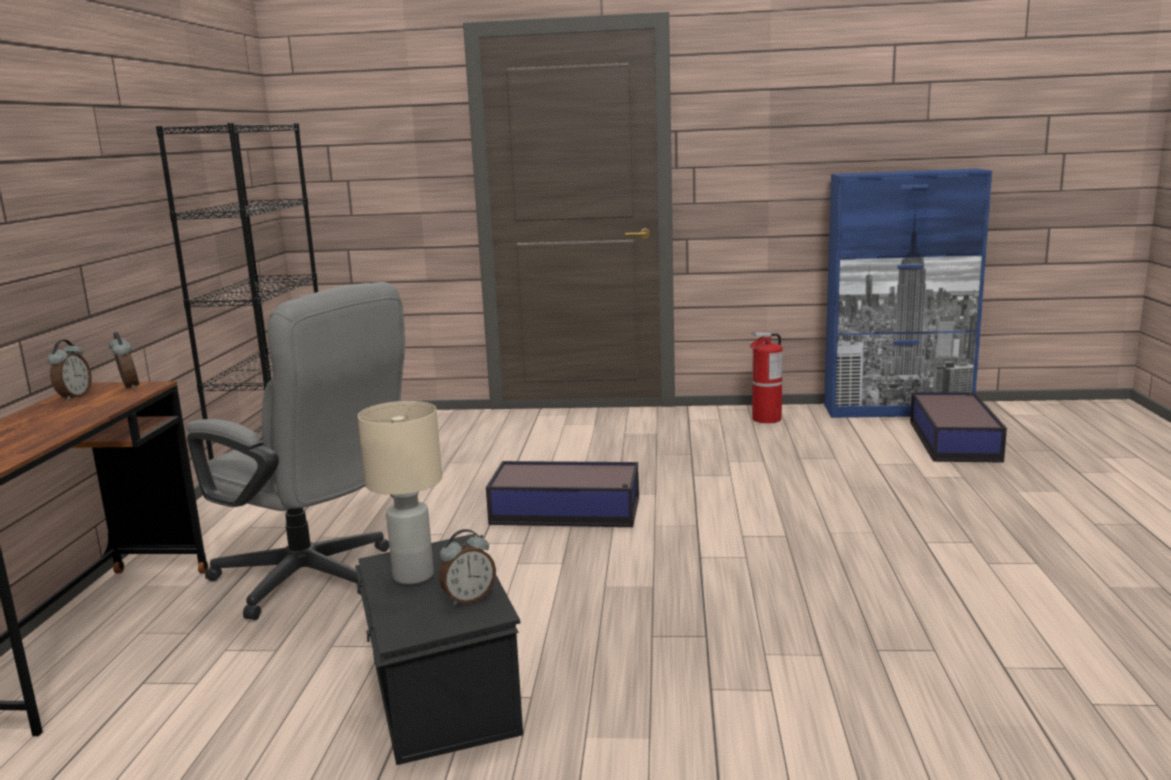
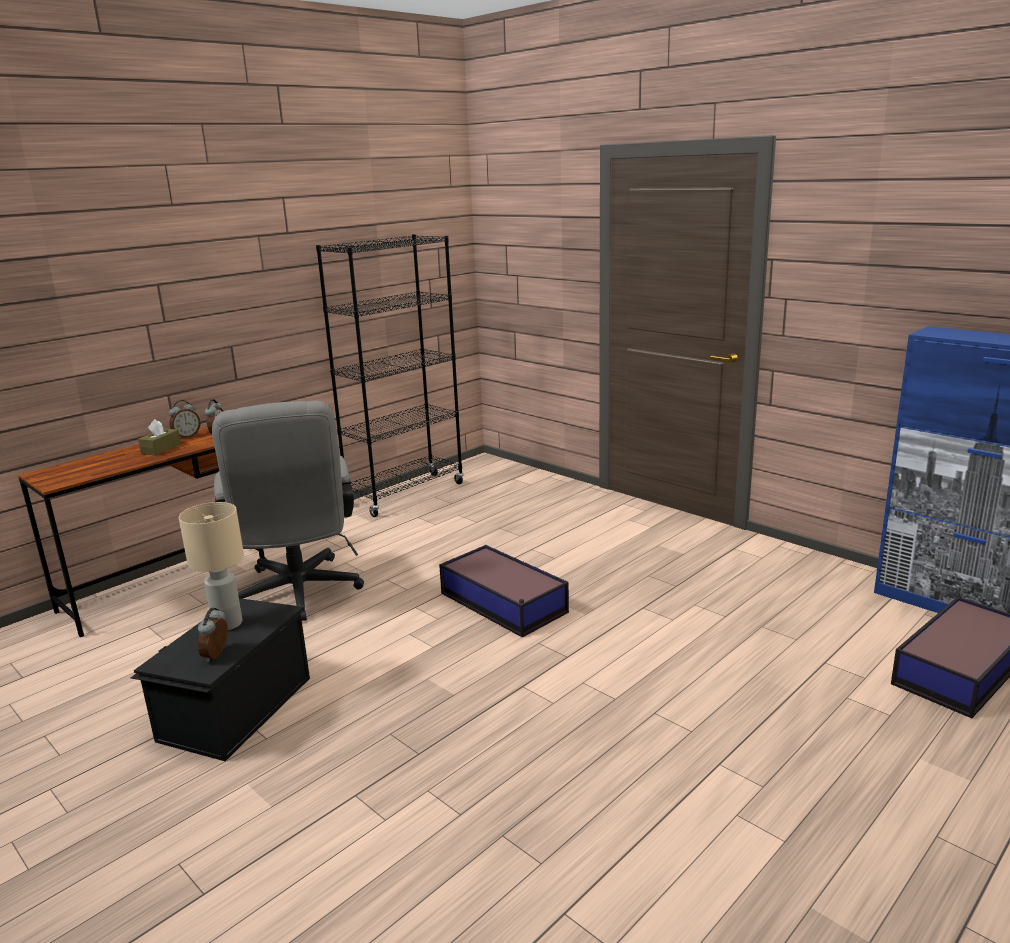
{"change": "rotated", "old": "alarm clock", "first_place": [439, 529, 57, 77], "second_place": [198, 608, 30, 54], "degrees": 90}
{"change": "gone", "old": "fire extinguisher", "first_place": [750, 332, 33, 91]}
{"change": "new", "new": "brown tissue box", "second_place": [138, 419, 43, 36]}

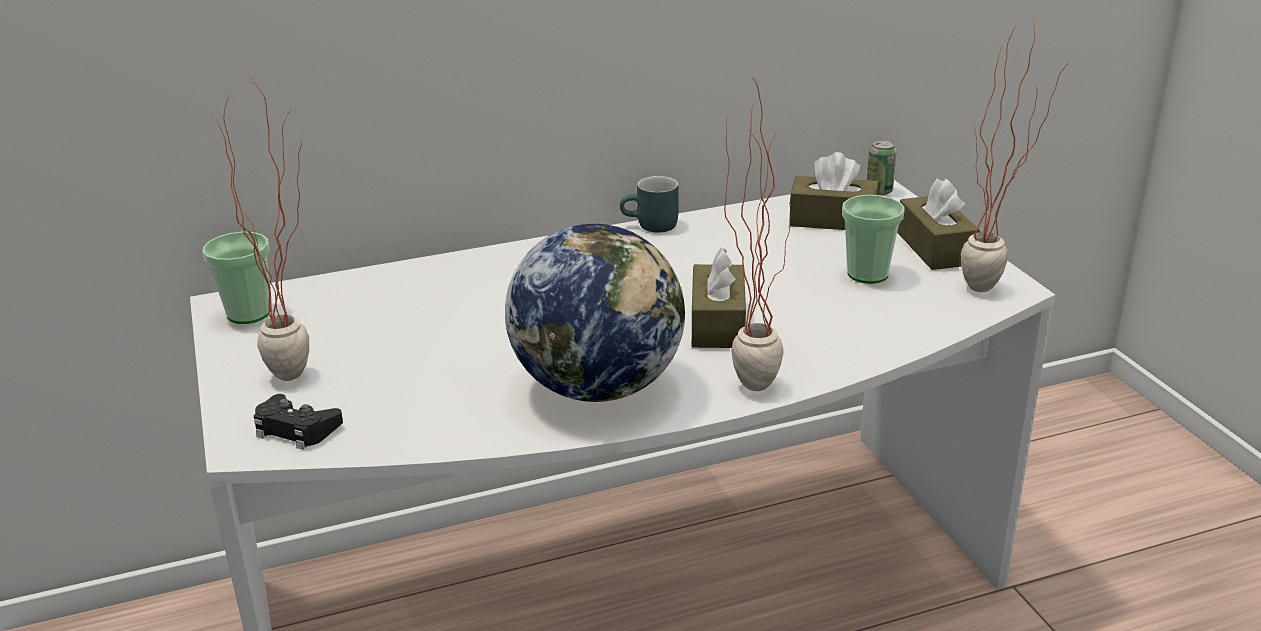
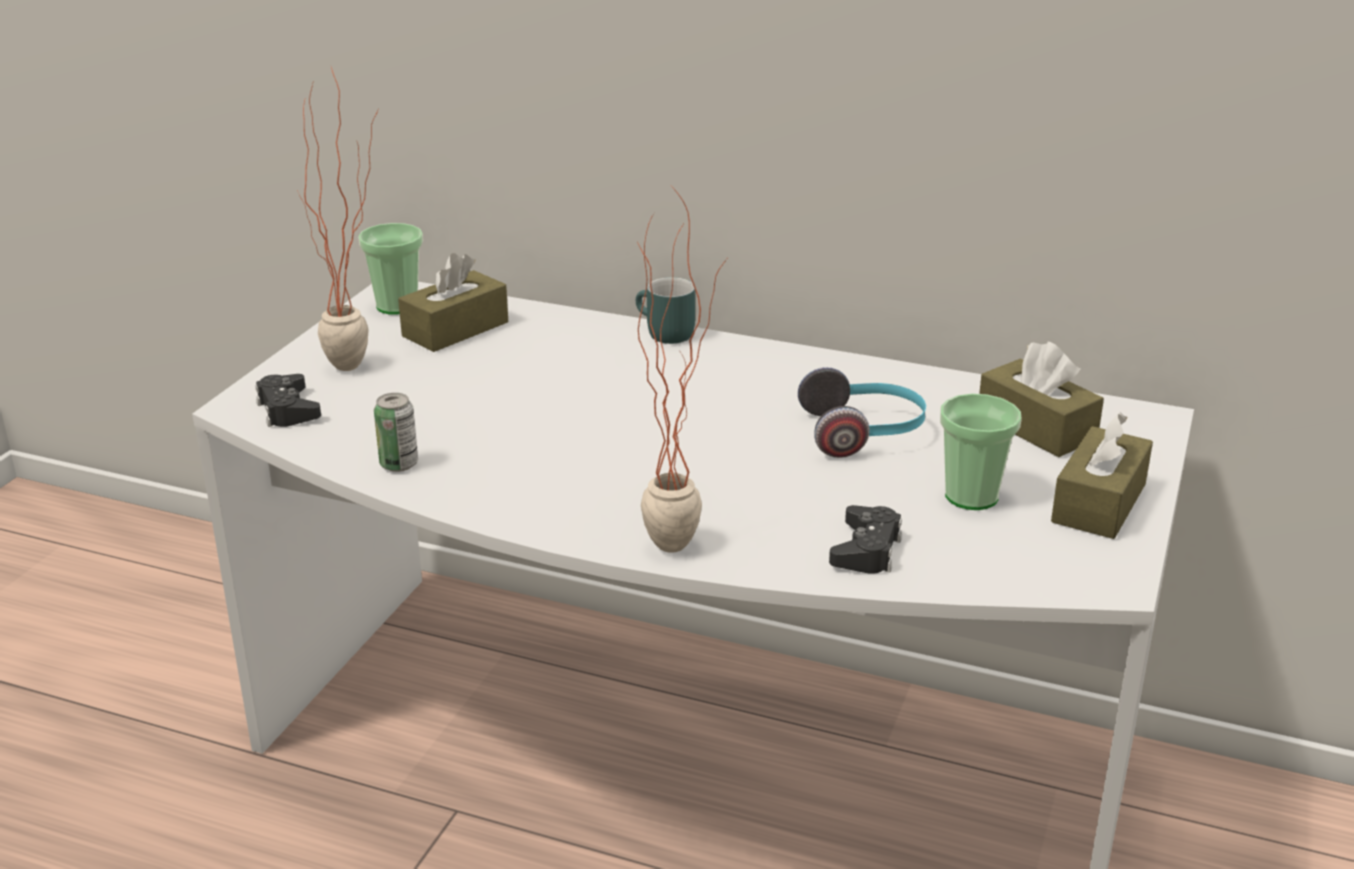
{"change": "gone", "old": "globe", "first_place": [505, 224, 180, 178]}
{"change": "shifted", "old": "turquoise mug", "first_place": [620, 176, 59, 57], "second_place": [636, 277, 59, 67]}
{"change": "shifted", "old": "brown tissue box", "first_place": [692, 248, 54, 100], "second_place": [398, 253, 110, 99]}
{"change": "shifted", "old": "can", "first_place": [867, 140, 30, 56], "second_place": [374, 393, 44, 79]}
{"change": "gone", "old": "potted plant", "first_place": [961, 18, 108, 274]}
{"change": "new", "new": "headphones", "second_place": [798, 367, 128, 91]}
{"change": "new", "new": "black game controller", "second_place": [829, 505, 73, 69]}

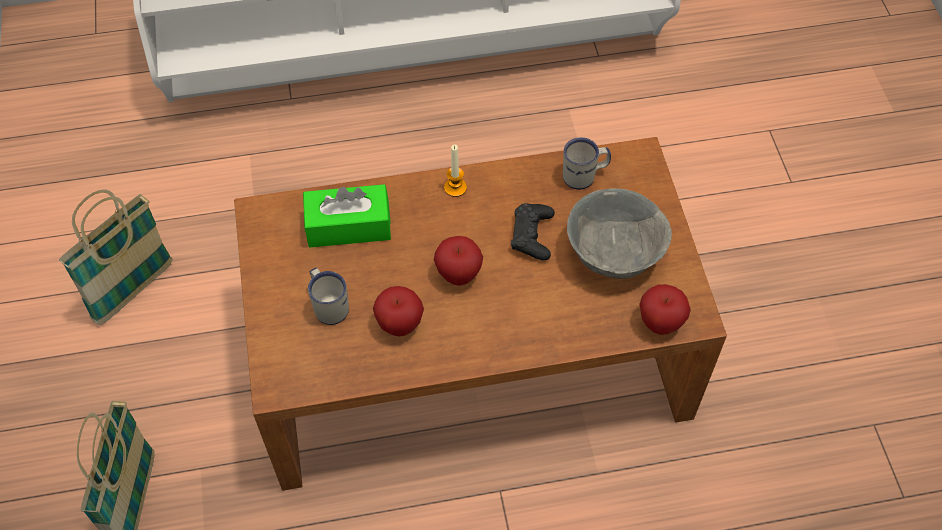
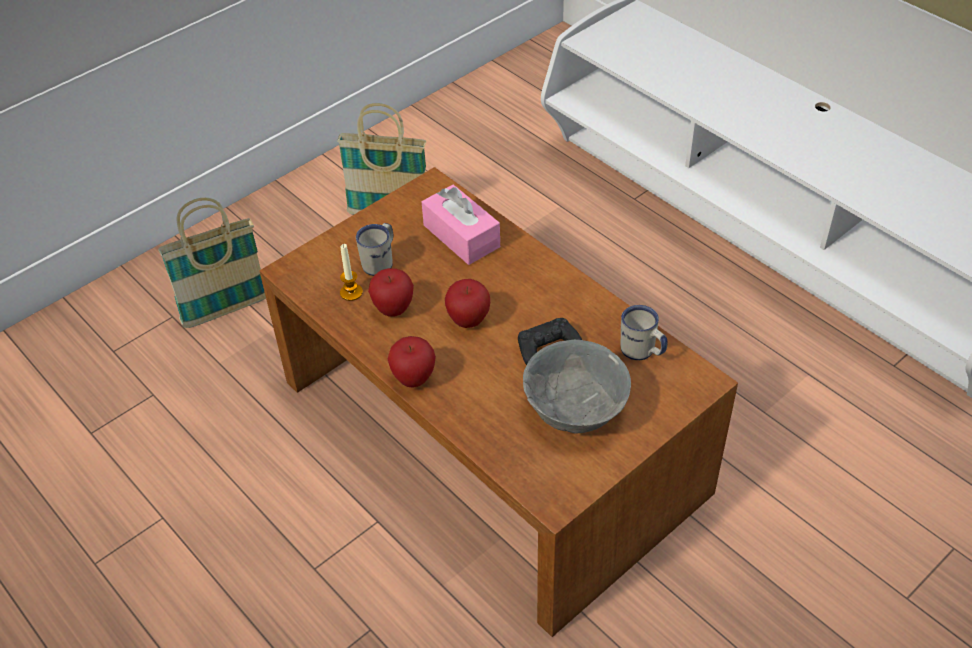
{"change": "repainted", "old": "green tissue box", "new": "pink tissue box", "first_place": [303, 184, 88, 63], "second_place": [422, 185, 78, 80]}
{"change": "shifted", "old": "candle", "first_place": [444, 144, 23, 53], "second_place": [340, 244, 23, 57]}
{"change": "shifted", "old": "apple", "first_place": [639, 284, 52, 51], "second_place": [388, 336, 48, 52]}

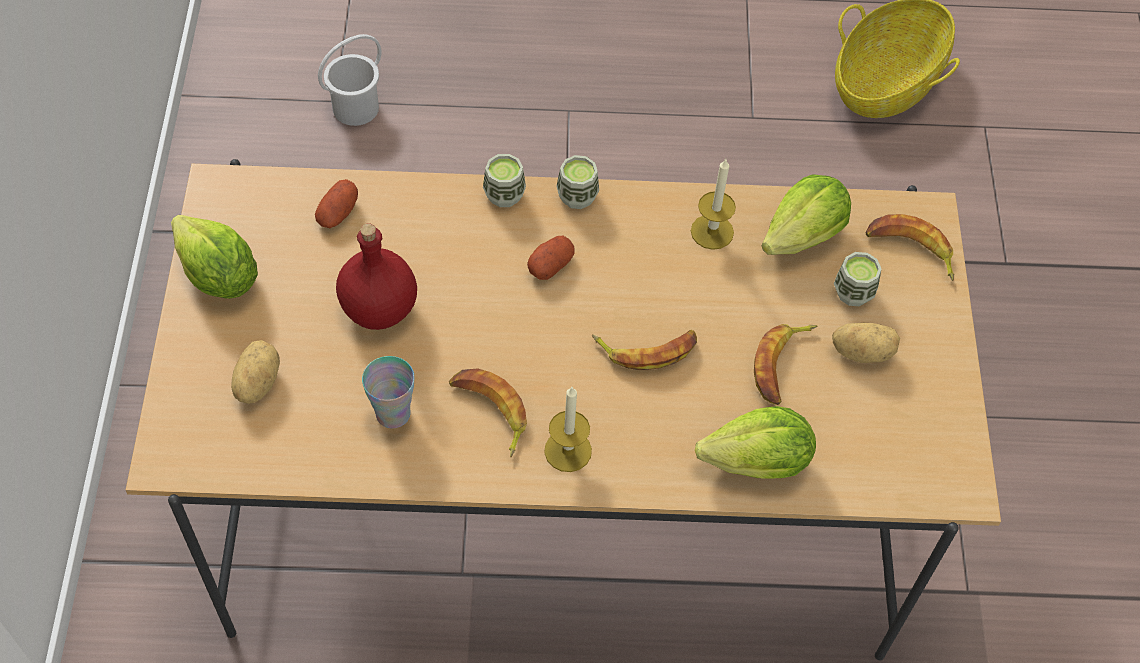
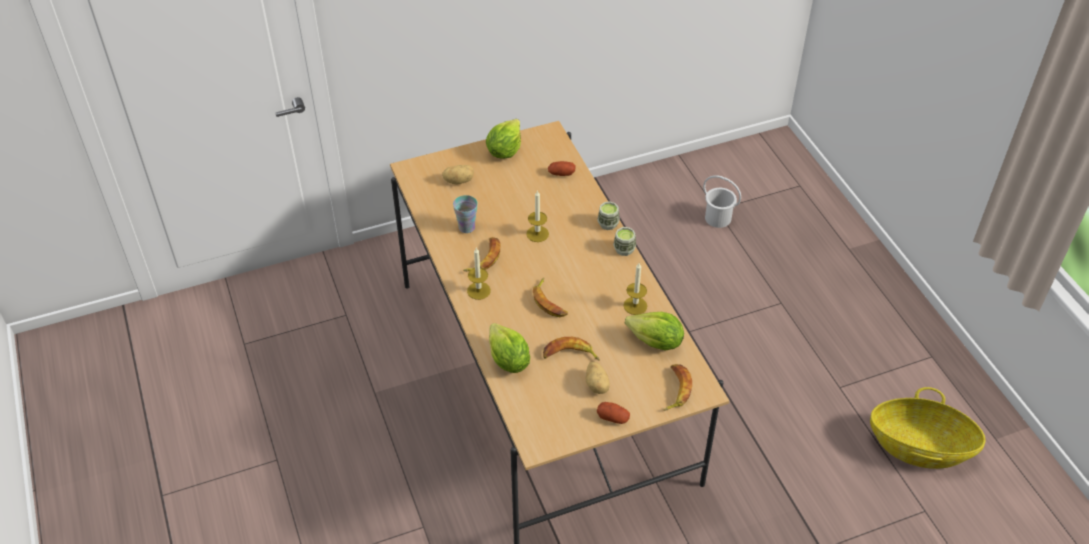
{"change": "gone", "old": "red bottle", "first_place": [336, 223, 81, 107]}
{"change": "shifted", "old": "potato", "first_place": [527, 236, 48, 44], "second_place": [597, 402, 33, 22]}
{"change": "gone", "old": "cup", "first_place": [834, 252, 47, 54]}
{"change": "new", "new": "candle", "second_place": [526, 190, 23, 52]}

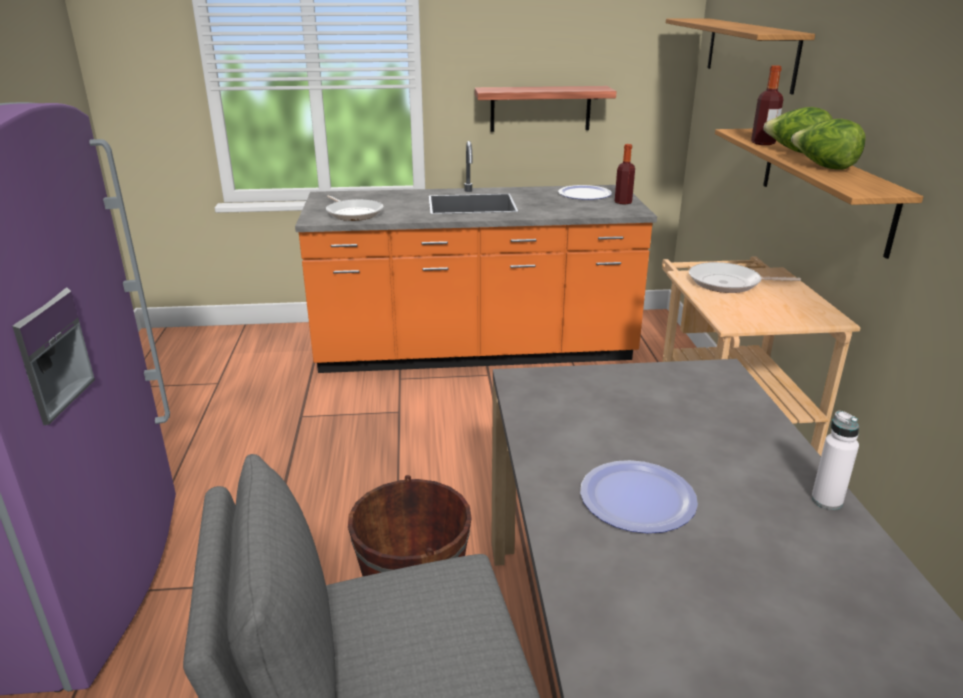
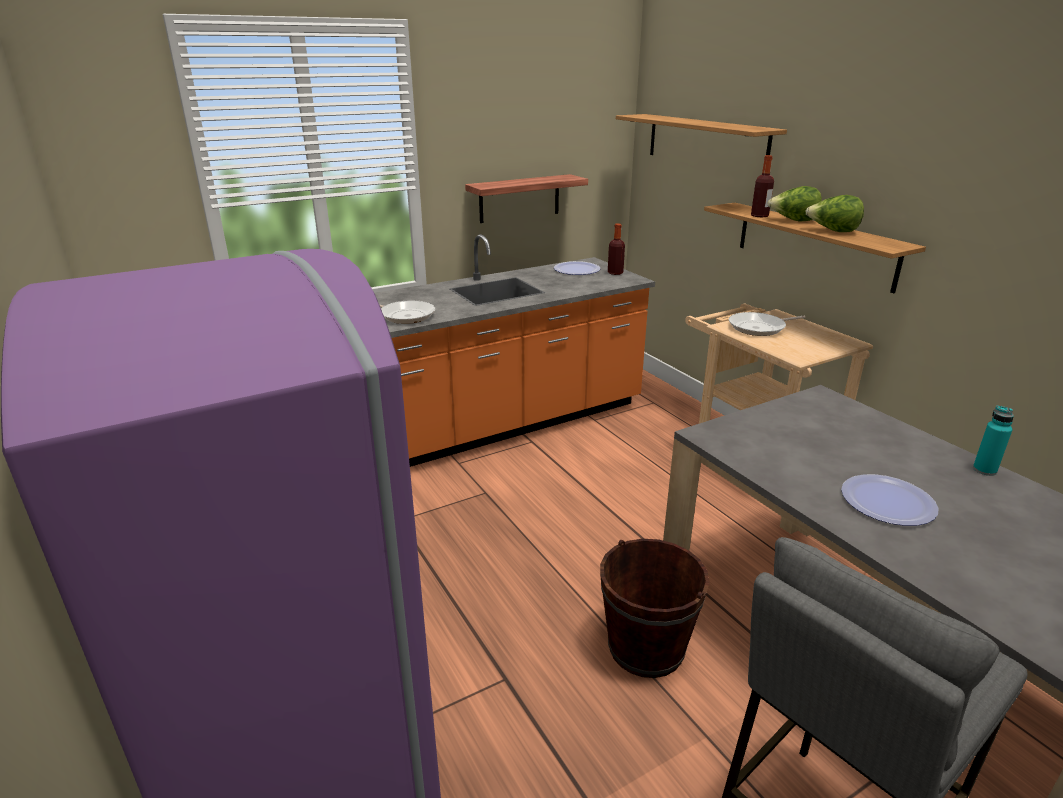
{"change": "repainted", "old": "white bottle", "new": "turquoise bottle", "first_place": [811, 411, 48, 99], "second_place": [973, 406, 41, 70]}

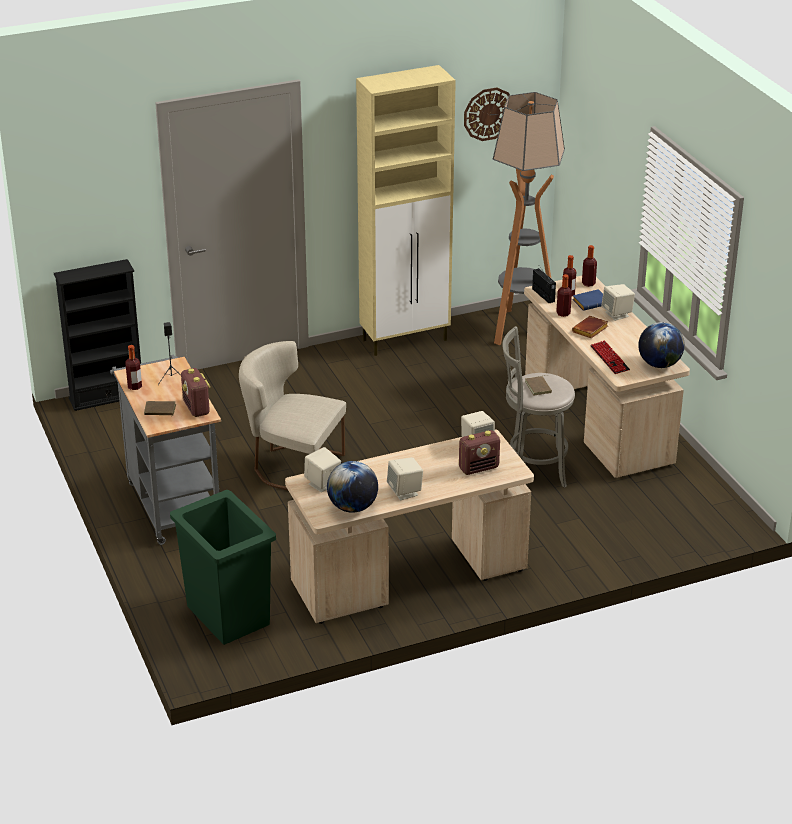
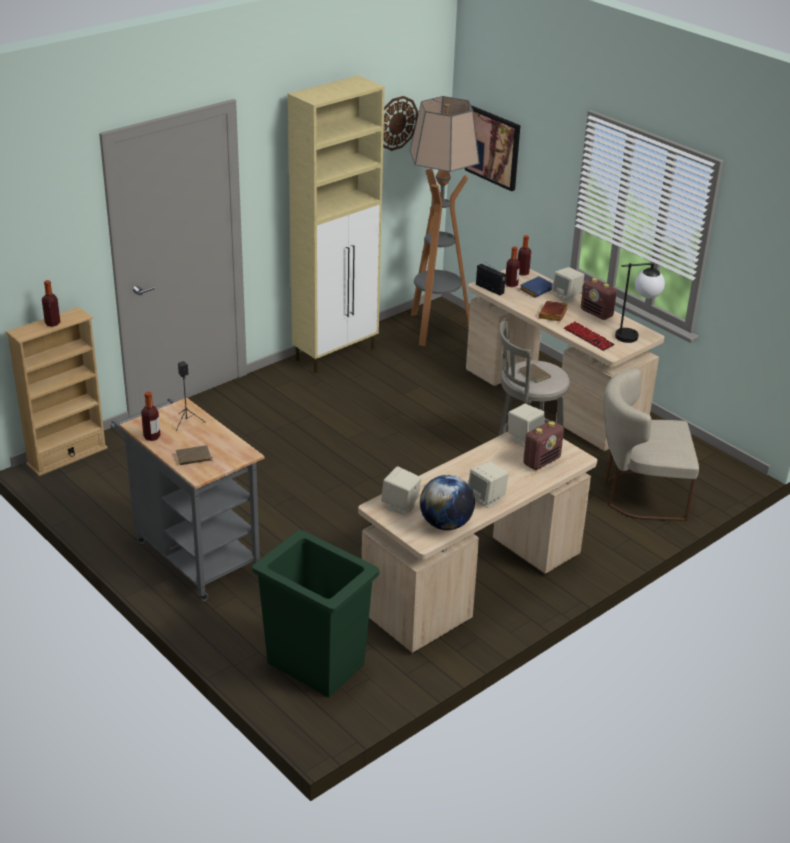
{"change": "repainted", "old": "black bookcase", "new": "beige bookcase", "first_place": [54, 259, 87, 152], "second_place": [6, 307, 102, 169]}
{"change": "shifted", "old": "radio", "first_place": [181, 368, 30, 49], "second_place": [581, 278, 36, 42]}
{"change": "shifted", "old": "beige chair", "first_place": [239, 341, 107, 149], "second_place": [604, 368, 95, 153]}
{"change": "shifted", "old": "bottle", "first_place": [556, 274, 16, 43], "second_place": [42, 280, 18, 47]}
{"change": "swapped", "old": "globe", "new": "table lamp", "first_place": [638, 322, 47, 46], "second_place": [615, 263, 50, 80]}
{"change": "new", "new": "picture", "second_place": [465, 106, 55, 85]}

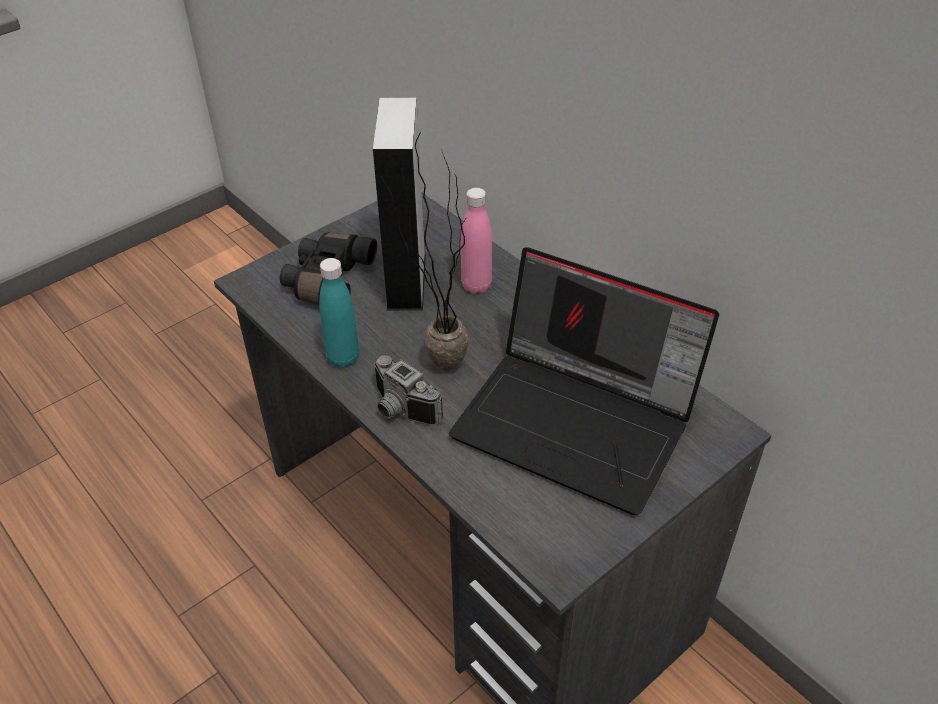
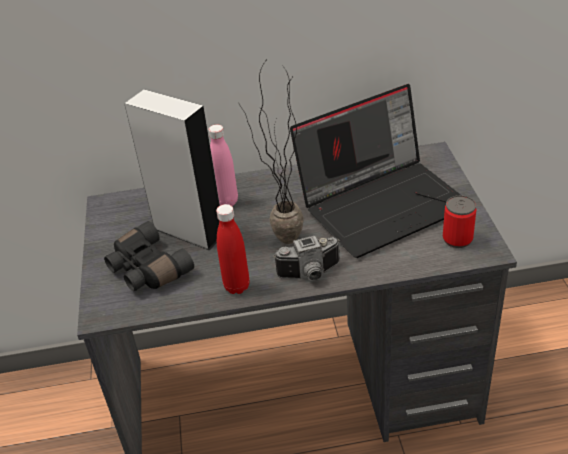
{"change": "repainted", "old": "turquoise bottle", "new": "red bottle", "first_place": [319, 258, 40, 110], "second_place": [216, 204, 34, 90]}
{"change": "new", "new": "can", "second_place": [443, 195, 33, 53]}

